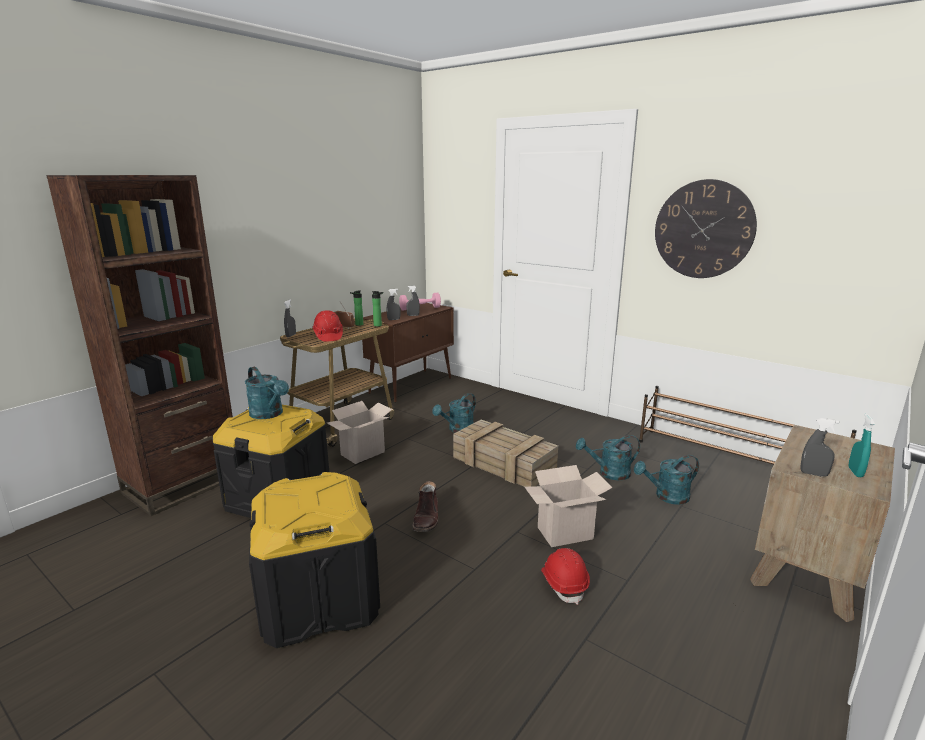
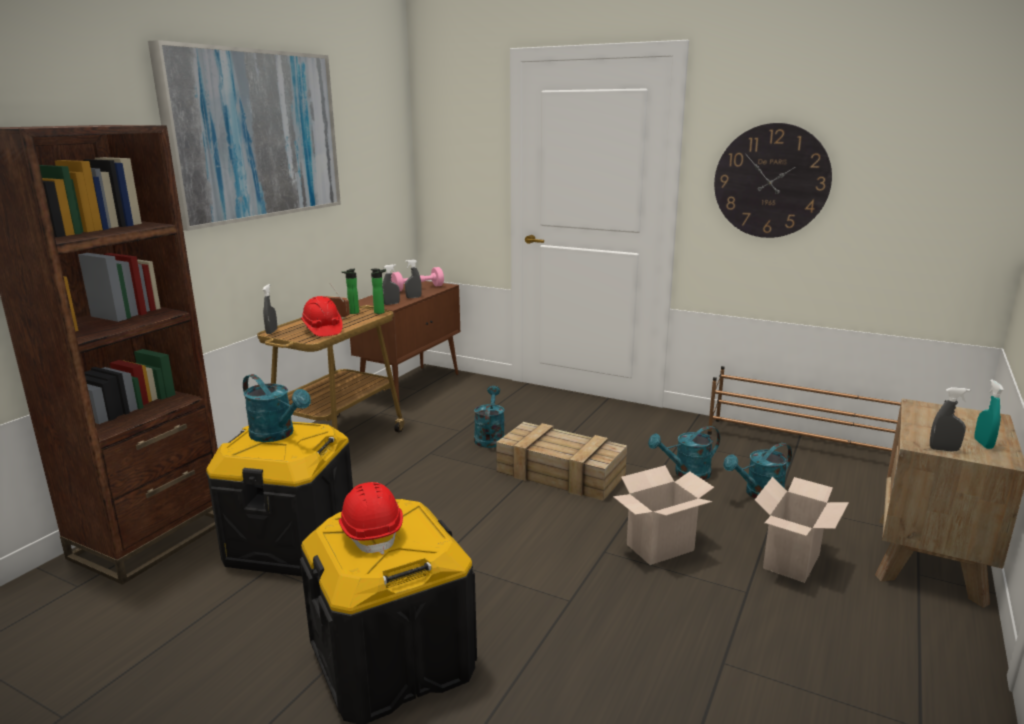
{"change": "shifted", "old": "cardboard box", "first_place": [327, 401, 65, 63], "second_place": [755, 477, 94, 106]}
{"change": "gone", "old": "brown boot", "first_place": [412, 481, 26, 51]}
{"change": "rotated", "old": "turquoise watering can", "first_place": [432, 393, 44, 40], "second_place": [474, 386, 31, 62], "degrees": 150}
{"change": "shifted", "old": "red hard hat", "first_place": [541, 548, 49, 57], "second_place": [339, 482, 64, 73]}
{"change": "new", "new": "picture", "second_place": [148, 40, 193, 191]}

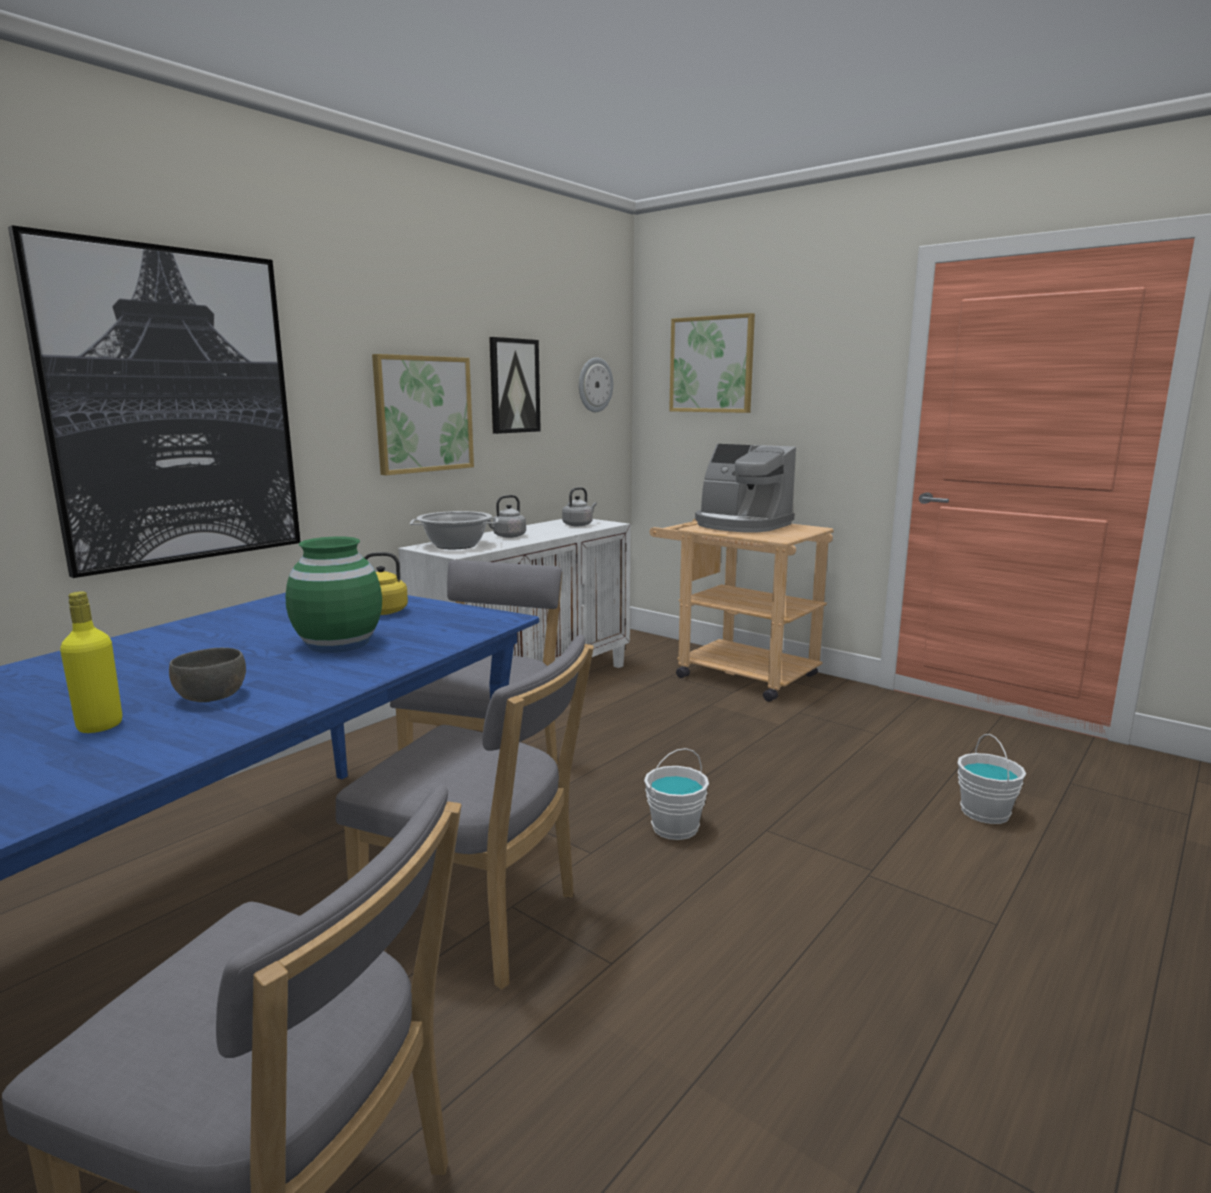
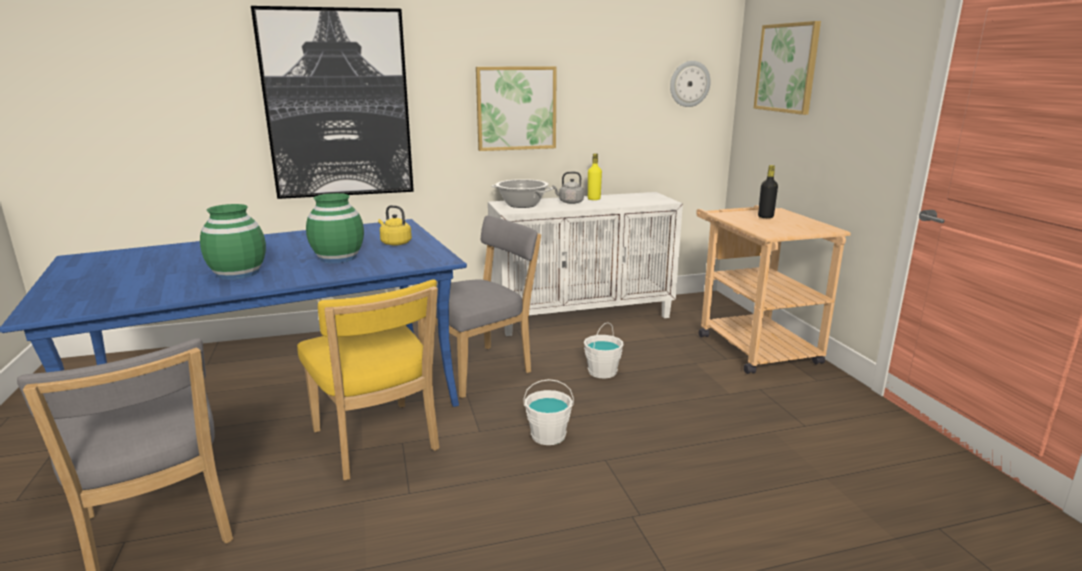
{"change": "shifted", "old": "yellow bottle", "first_place": [60, 591, 62, 142], "second_place": [588, 153, 14, 47]}
{"change": "swapped", "old": "grey bowl", "new": "green vase", "first_place": [169, 648, 77, 54], "second_place": [200, 204, 66, 76]}
{"change": "repainted", "old": "grey chair", "new": "yellow chair", "first_place": [336, 635, 258, 355], "second_place": [297, 279, 142, 201]}
{"change": "gone", "old": "picture", "first_place": [489, 337, 52, 97]}
{"change": "gone", "old": "grey kettle", "first_place": [562, 487, 35, 39]}
{"change": "swapped", "old": "coffee machine", "new": "black bottle", "first_place": [695, 444, 101, 88], "second_place": [758, 165, 20, 53]}
{"change": "shifted", "old": "white bucket", "first_place": [957, 734, 69, 90], "second_place": [584, 322, 39, 57]}

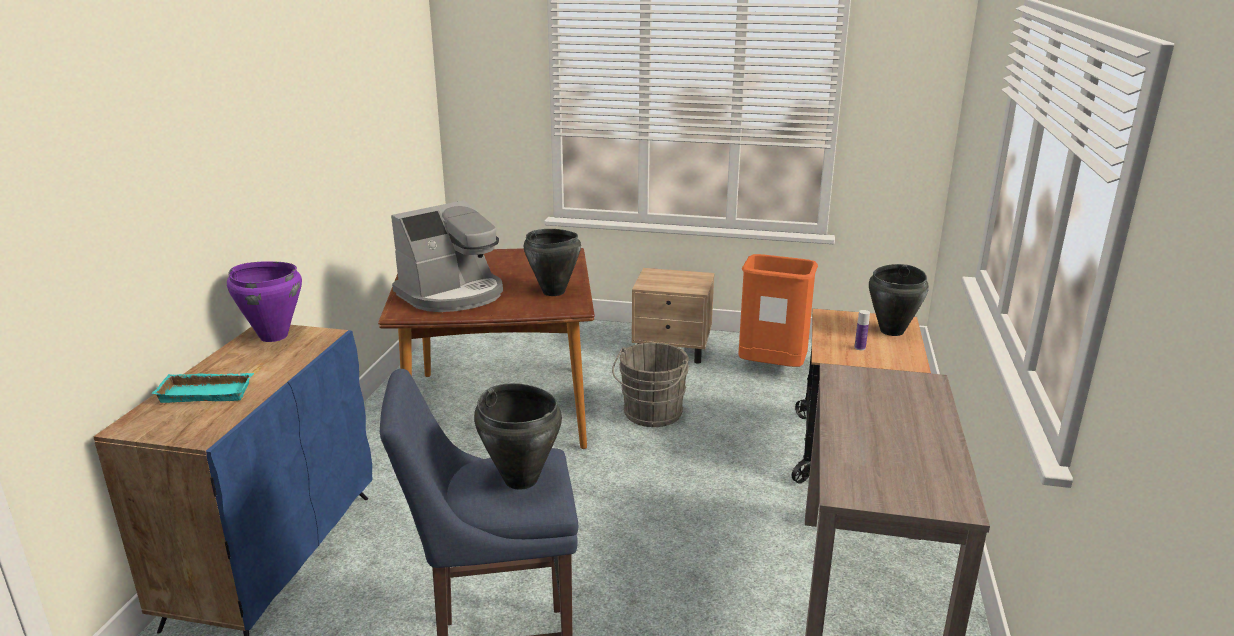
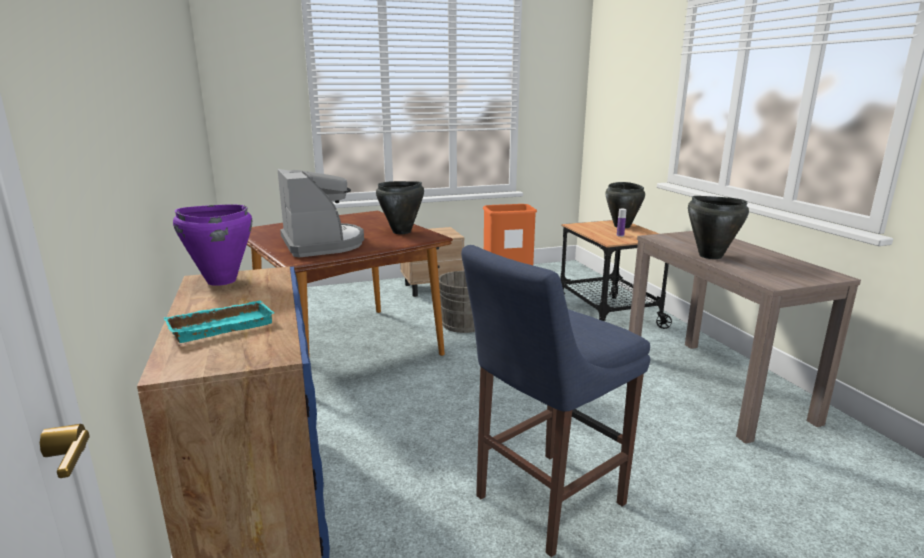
{"change": "rotated", "old": "coffee machine", "first_place": [391, 200, 112, 112], "second_place": [278, 169, 86, 88], "degrees": -45}
{"change": "shifted", "old": "black cooking pot", "first_place": [474, 383, 88, 107], "second_place": [688, 196, 61, 63]}

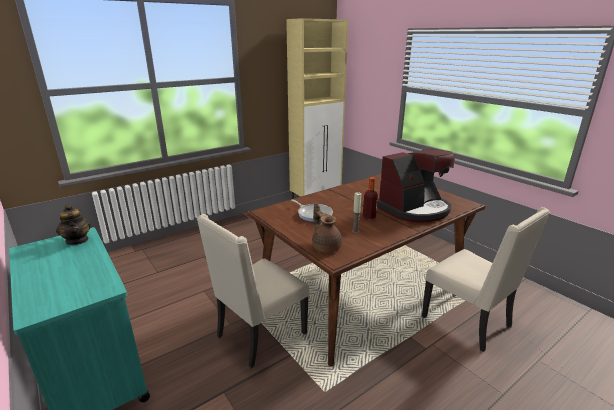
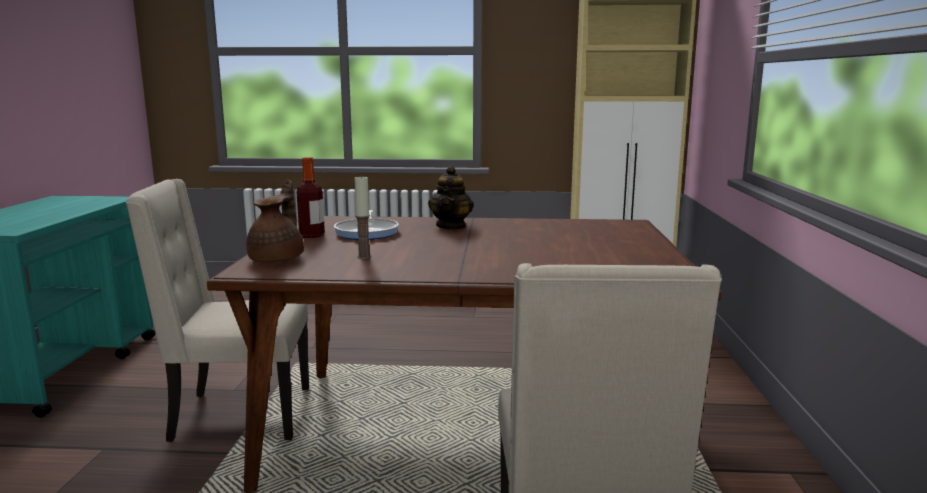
{"change": "shifted", "old": "teapot", "first_place": [56, 204, 35, 41], "second_place": [428, 166, 46, 64]}
{"change": "shifted", "old": "bottle", "first_place": [363, 177, 15, 43], "second_place": [296, 157, 29, 81]}
{"change": "gone", "old": "coffee machine", "first_place": [377, 149, 78, 74]}

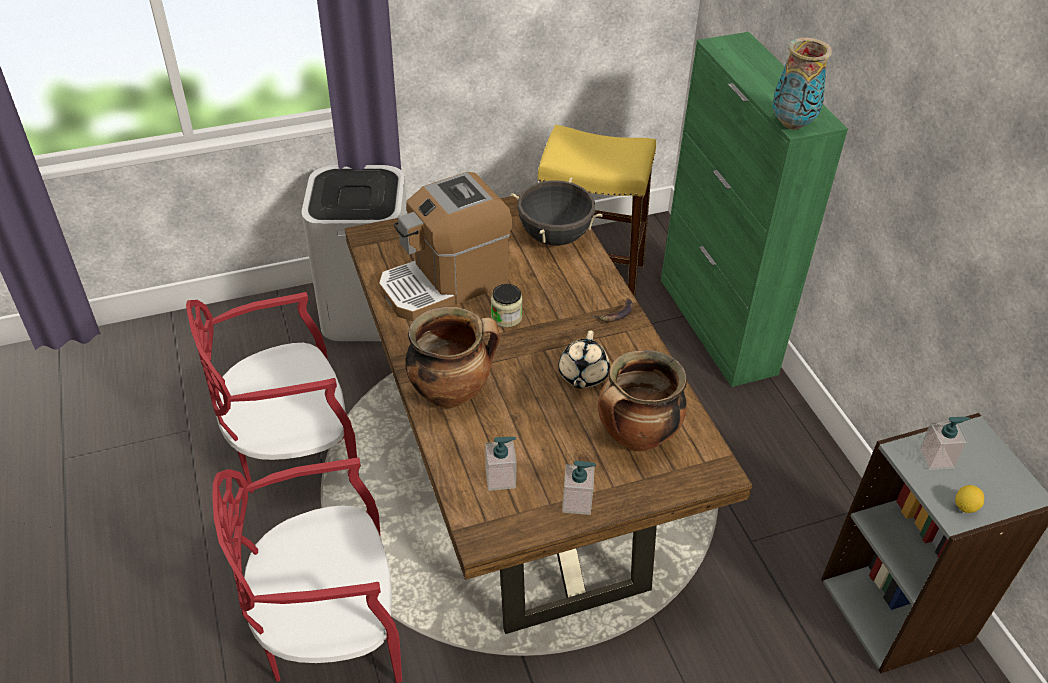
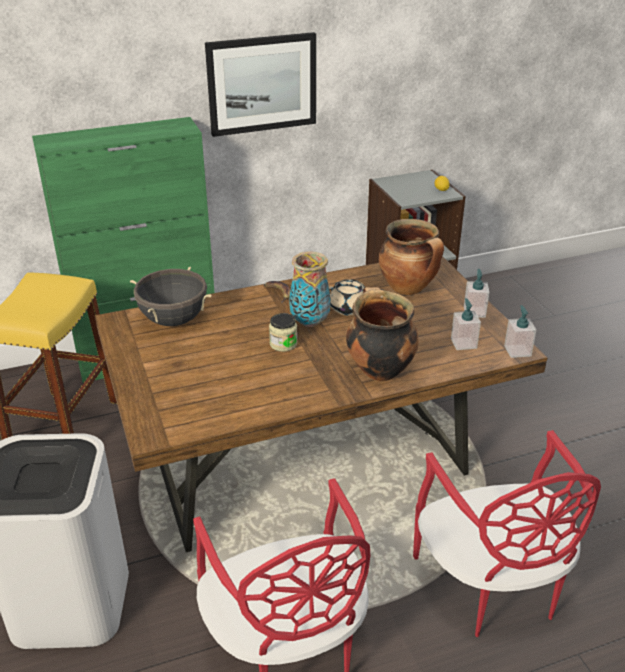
{"change": "gone", "old": "coffee machine", "first_place": [379, 172, 133, 149]}
{"change": "shifted", "old": "vase", "first_place": [772, 38, 60, 91], "second_place": [289, 251, 42, 76]}
{"change": "shifted", "old": "soap dispenser", "first_place": [919, 417, 51, 53], "second_place": [504, 305, 32, 53]}
{"change": "new", "new": "picture", "second_place": [205, 32, 111, 105]}

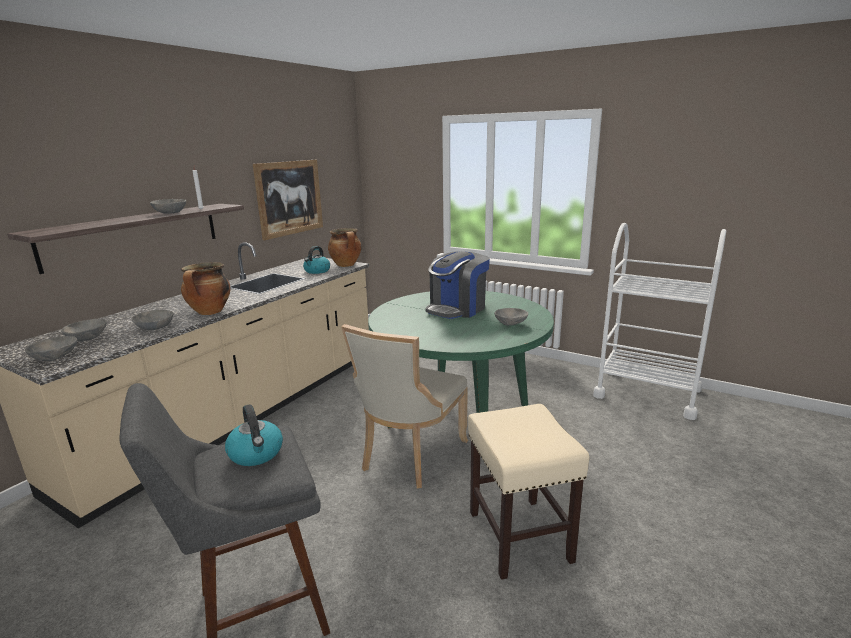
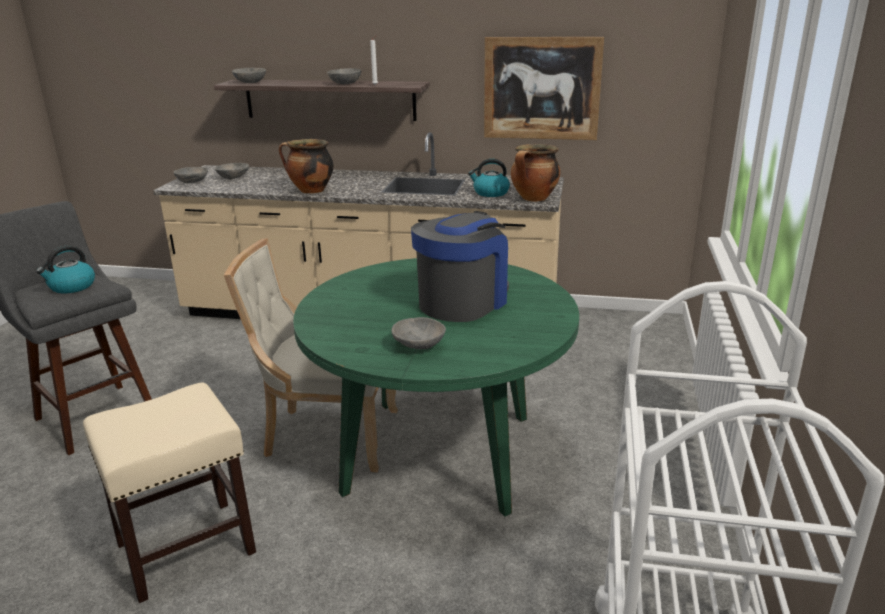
{"change": "shifted", "old": "grey bowl", "first_place": [132, 310, 42, 20], "second_place": [232, 68, 34, 15]}
{"change": "rotated", "old": "coffee machine", "first_place": [426, 251, 64, 68], "second_place": [411, 211, 98, 111], "degrees": 105}

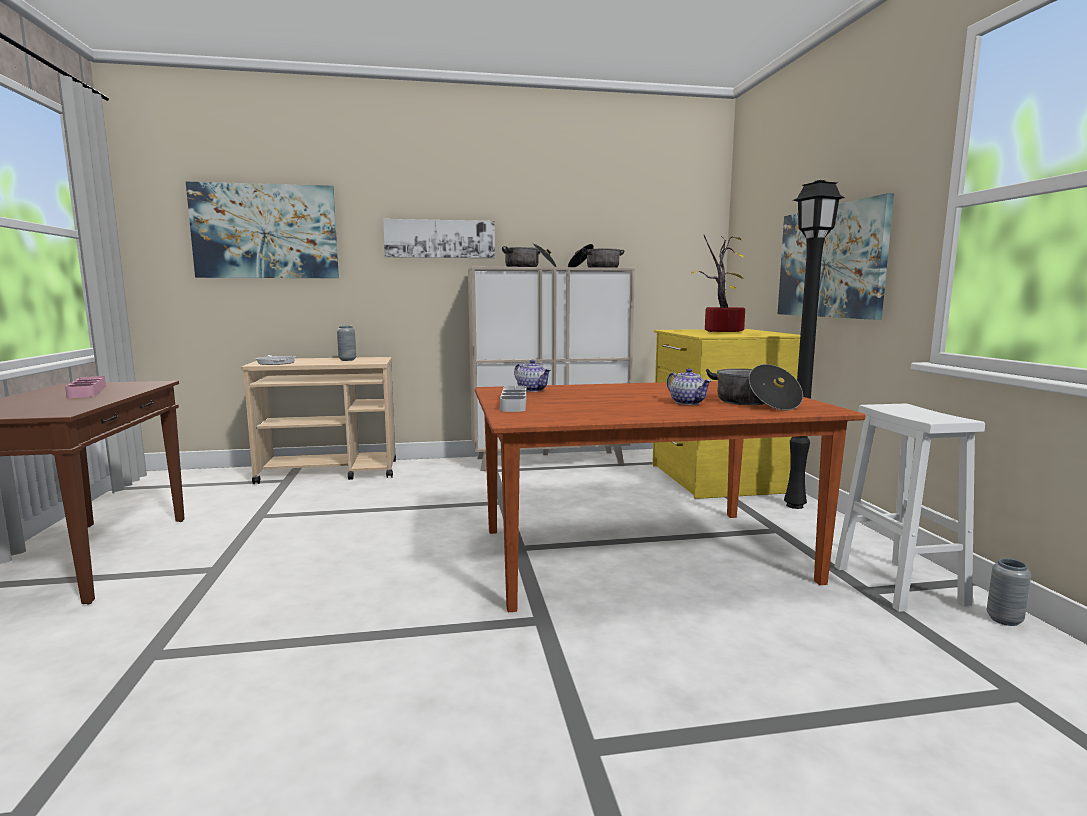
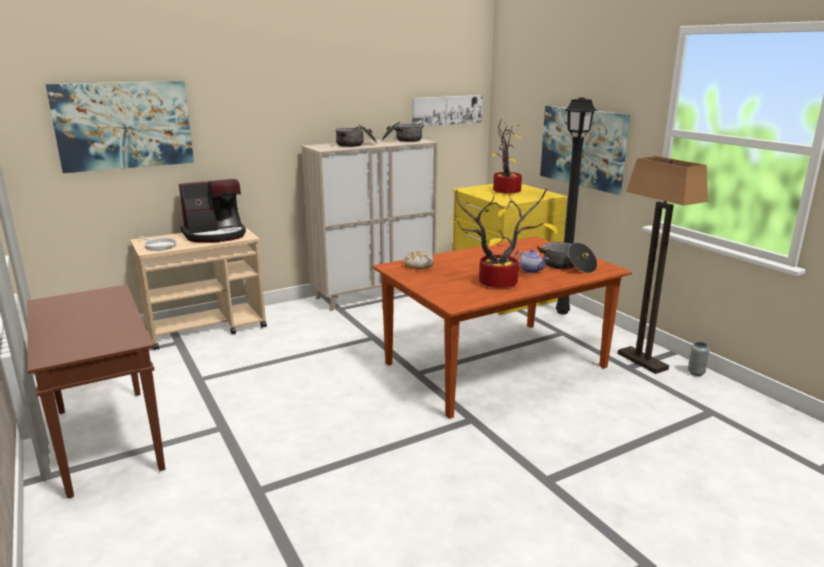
{"change": "gone", "old": "pink tray", "first_place": [65, 376, 41, 22]}
{"change": "swapped", "old": "grey vase", "new": "coffee machine", "first_place": [337, 326, 19, 35], "second_place": [179, 179, 67, 64]}
{"change": "shifted", "old": "picture", "first_place": [383, 219, 112, 39], "second_place": [412, 95, 71, 31]}
{"change": "gone", "old": "grey tray", "first_place": [500, 386, 27, 26]}
{"change": "swapped", "old": "teapot", "new": "bread", "first_place": [514, 360, 37, 32], "second_place": [404, 251, 30, 18]}
{"change": "swapped", "old": "white stool", "new": "floor lamp", "first_place": [835, 404, 150, 208], "second_place": [617, 156, 91, 218]}
{"change": "new", "new": "potted plant", "second_place": [449, 188, 109, 100]}

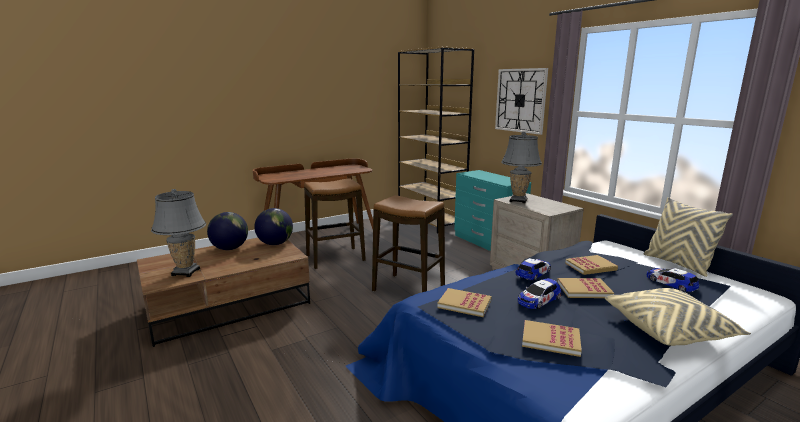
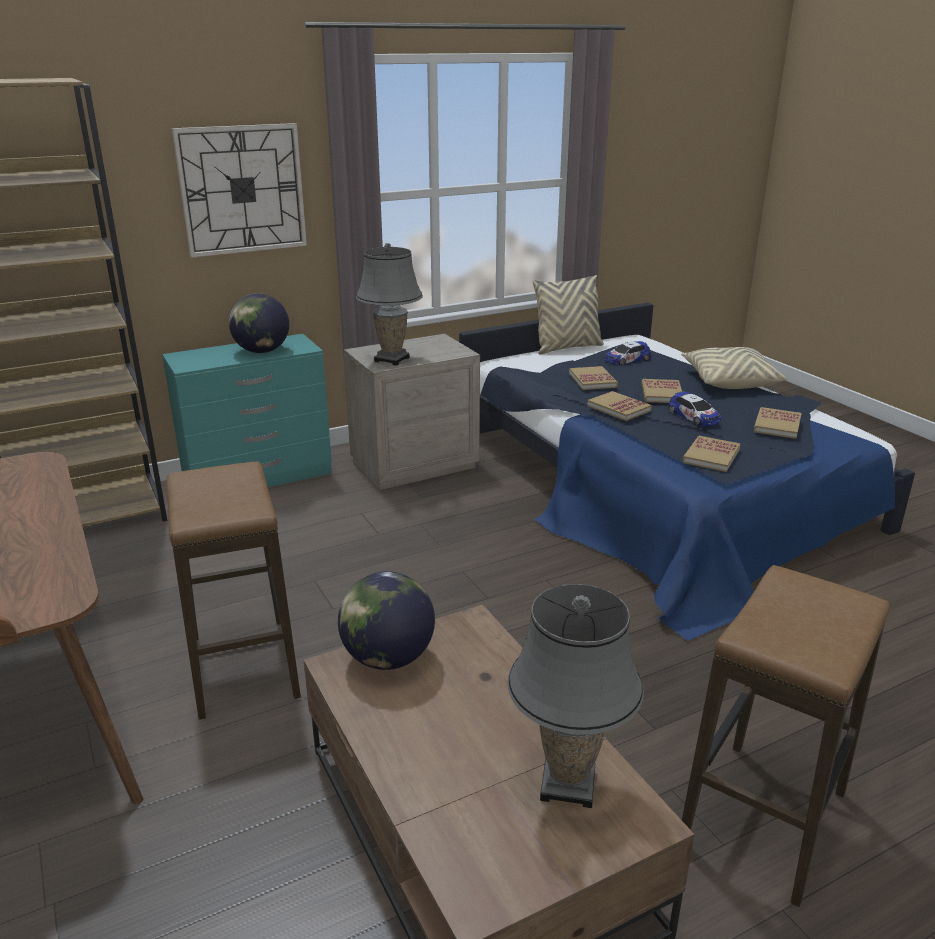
{"change": "shifted", "old": "globe", "first_place": [207, 212, 41, 38], "second_place": [229, 293, 60, 60]}
{"change": "shifted", "old": "stool", "first_place": [372, 195, 73, 97], "second_place": [682, 565, 208, 342]}
{"change": "swapped", "old": "toy car", "new": "book", "first_place": [515, 258, 36, 23], "second_place": [587, 391, 65, 30]}

